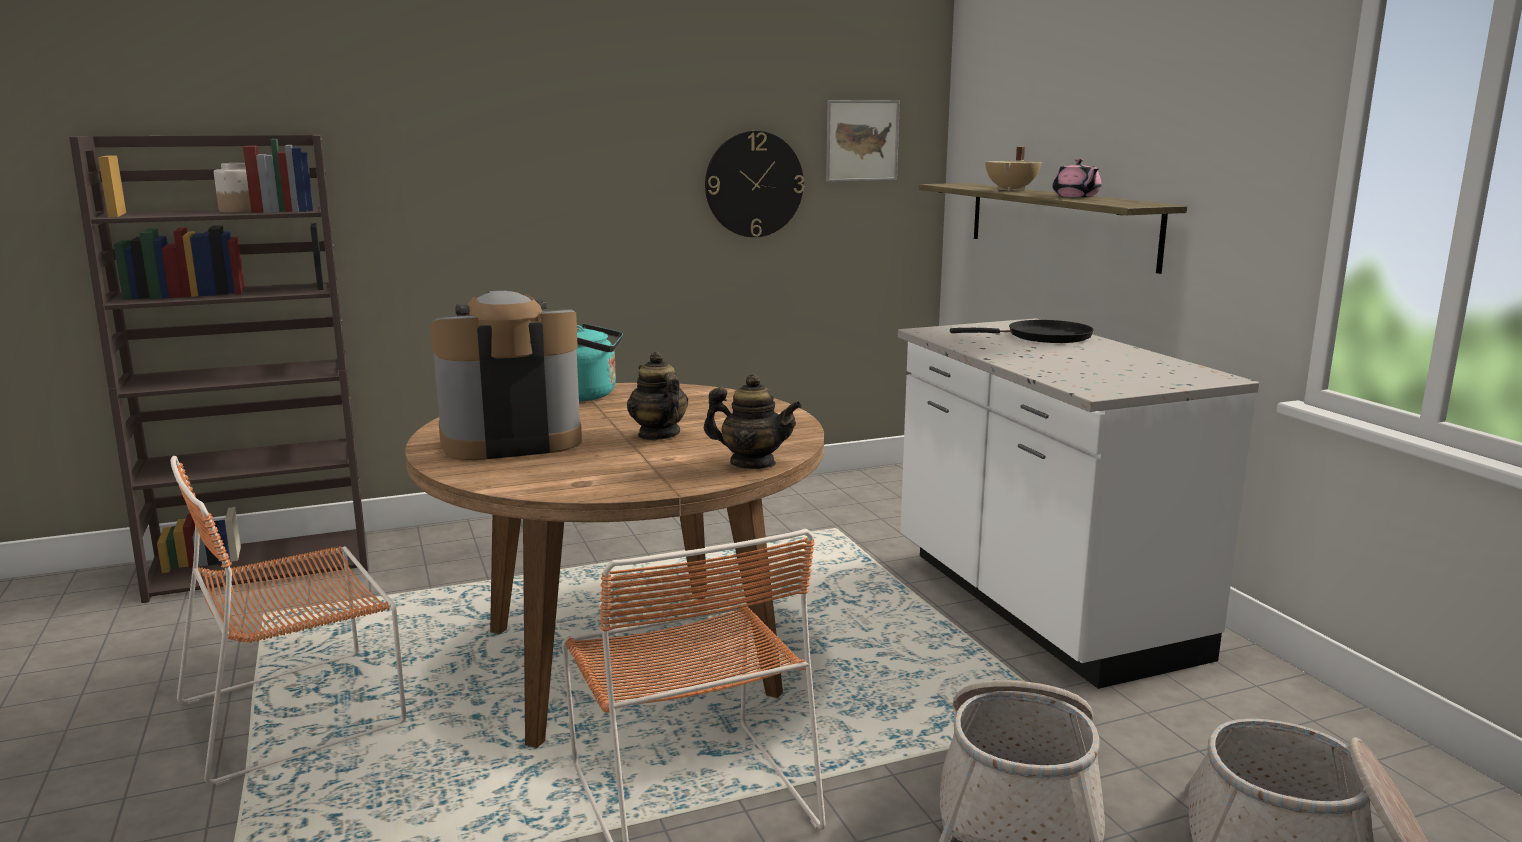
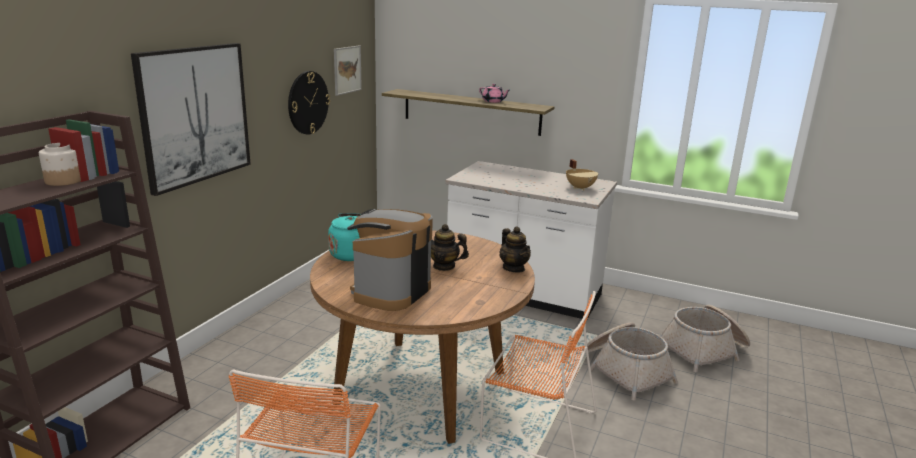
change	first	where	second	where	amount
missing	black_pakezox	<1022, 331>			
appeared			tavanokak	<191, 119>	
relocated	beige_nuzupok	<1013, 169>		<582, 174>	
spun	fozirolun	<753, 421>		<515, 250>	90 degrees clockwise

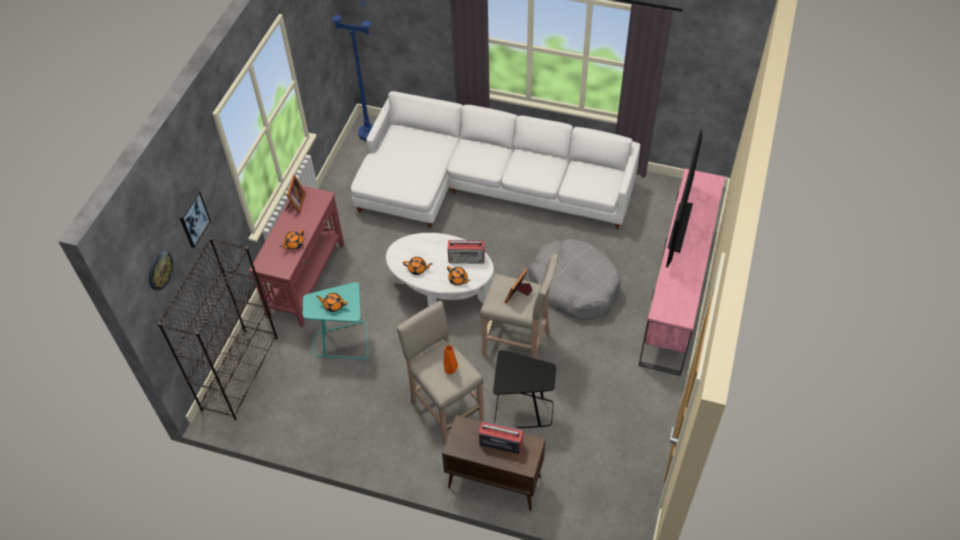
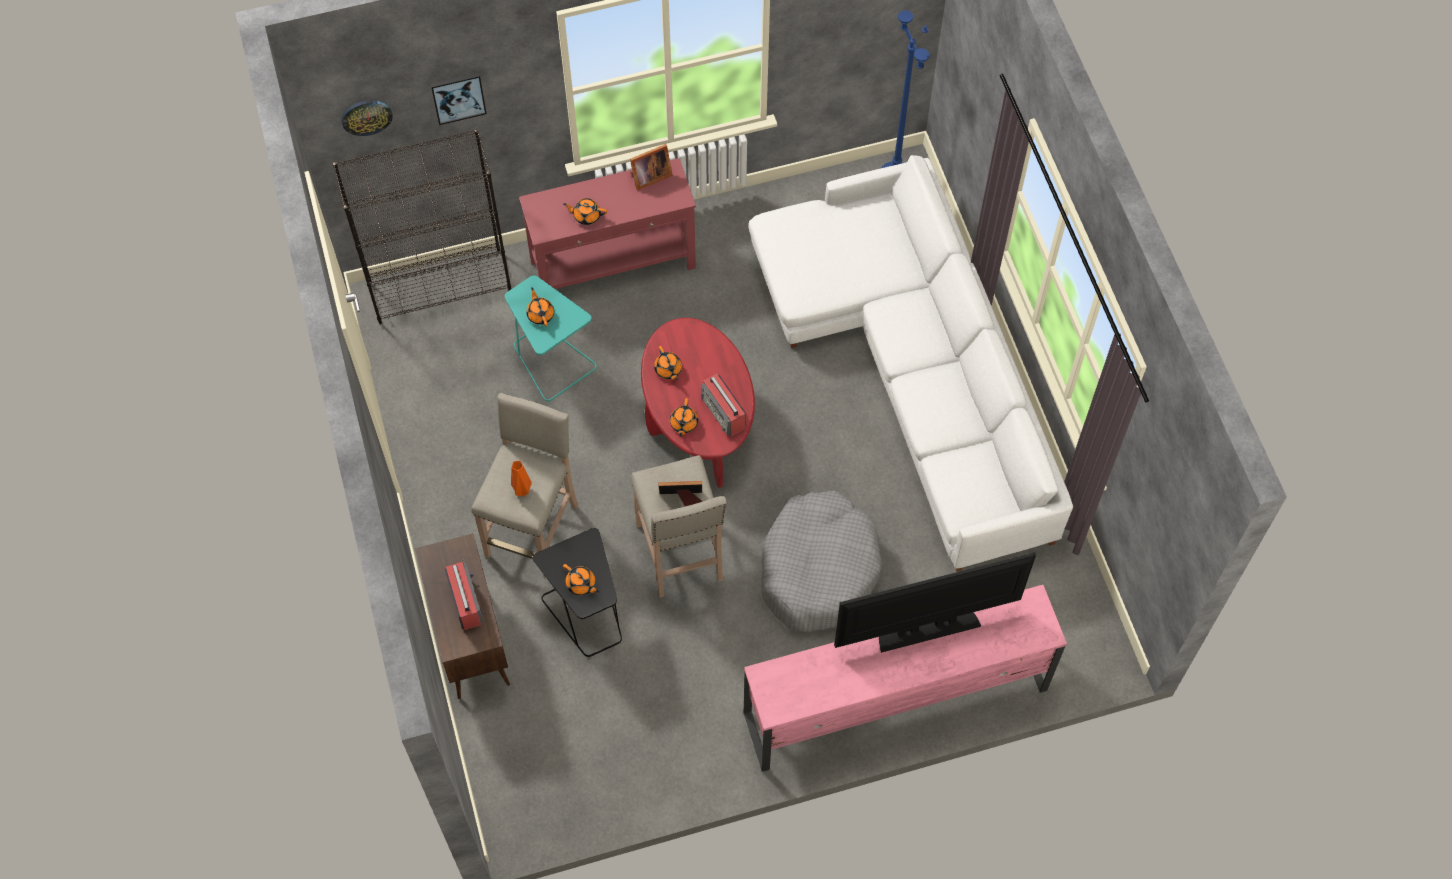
change	first	where	second	where	amount
appeared			orange_fozirolun	<581, 579>	
colour	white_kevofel	<440, 270>	red_kevofel	<698, 403>	

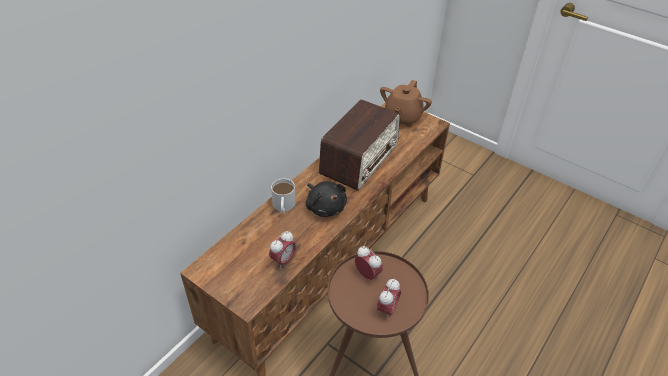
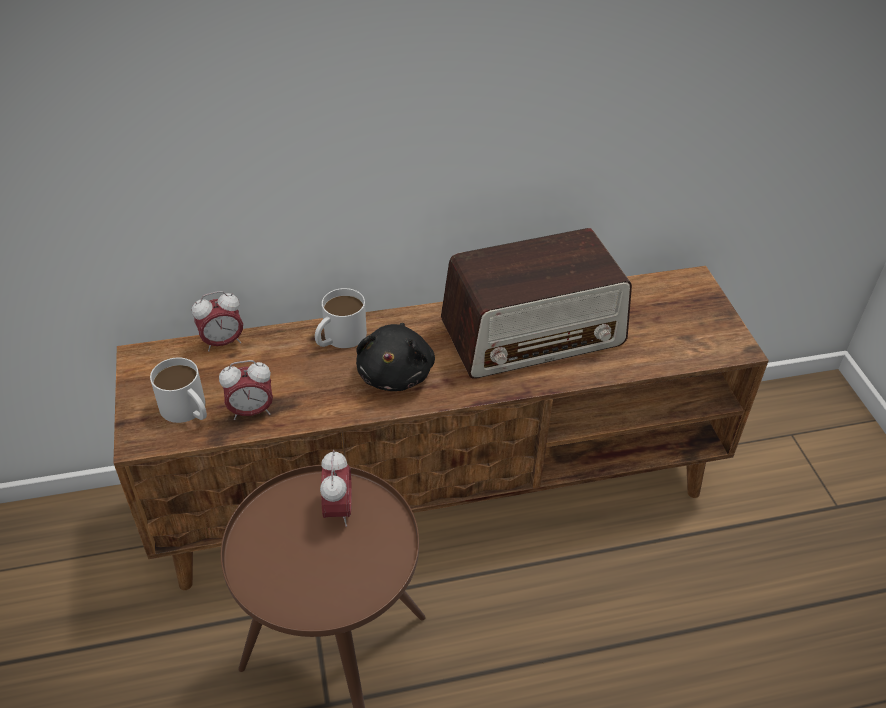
change	first	where	second	where	amount
missing	brown_fozirolun	<406, 103>			
appeared			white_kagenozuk	<178, 390>	
relocated	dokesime	<389, 299>		<217, 321>	

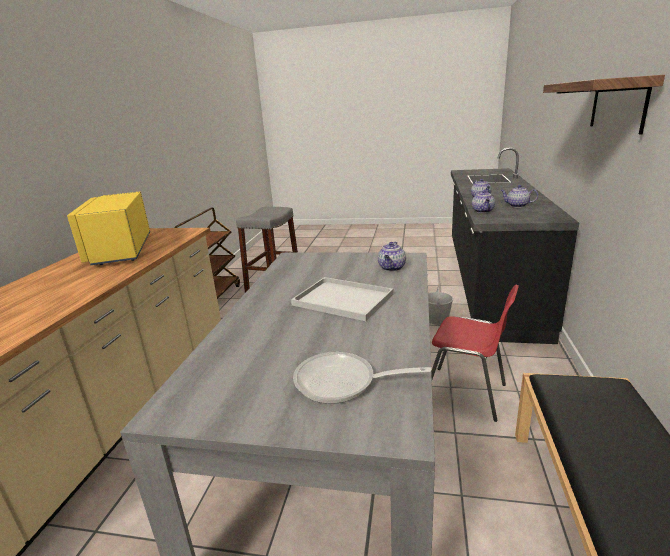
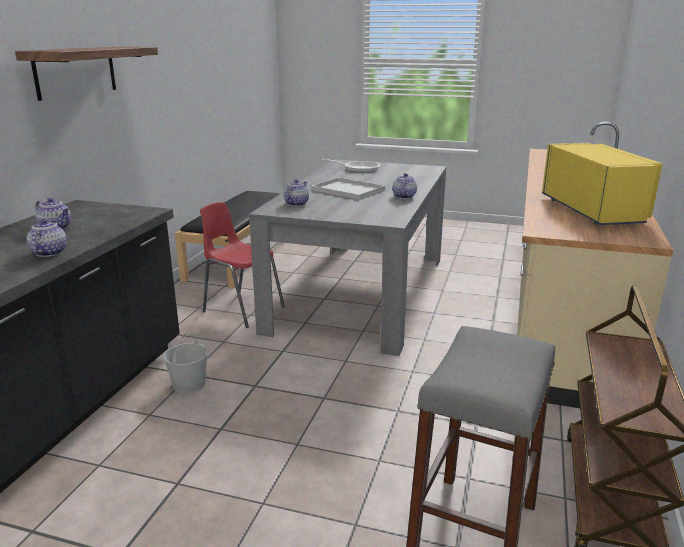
change	first	where	second	where	amount
relocated	fozirolun	<483, 201>		<404, 186>	

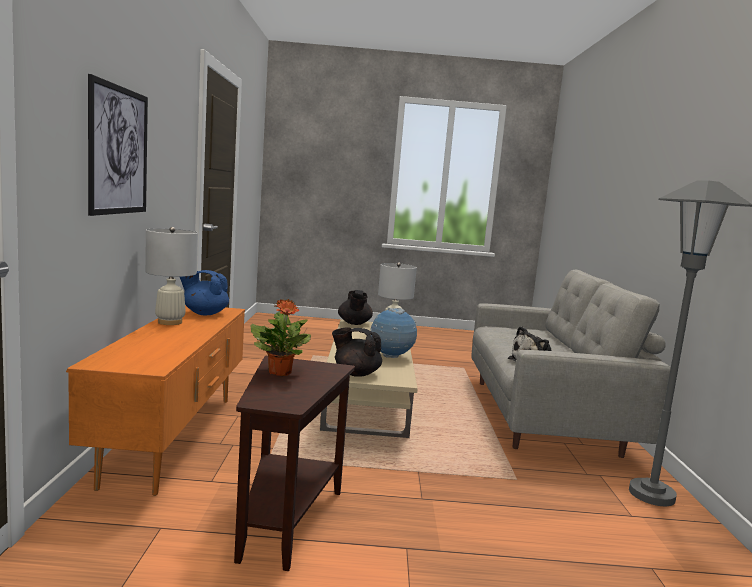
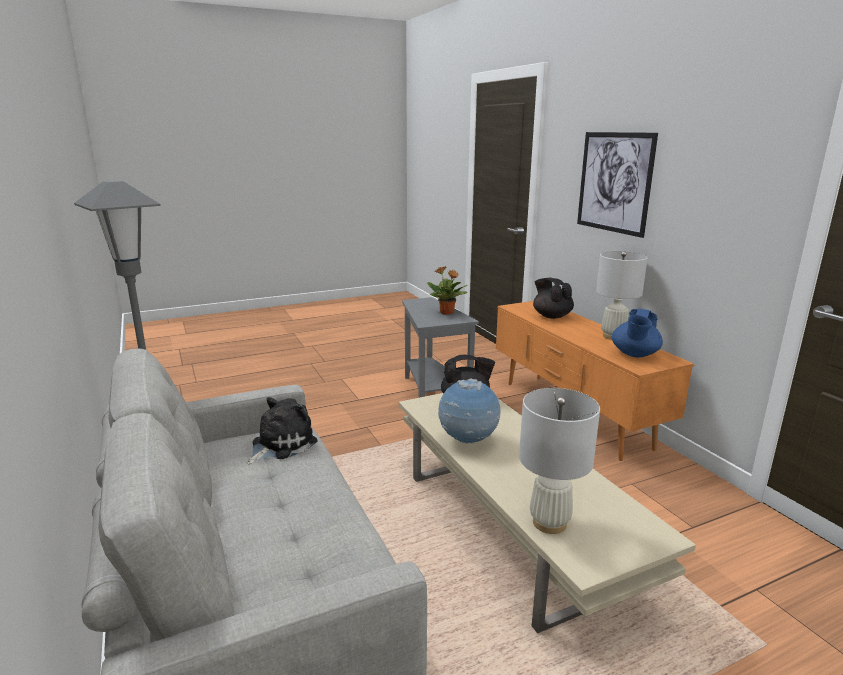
change	first	where	second	where	amount
relocated	black_fozirolun	<355, 307>		<553, 298>	
colour	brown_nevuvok	<294, 463>	grey_nevuvok	<440, 347>	
spun	blue_fozirolun	<204, 292>		<637, 333>	135 degrees clockwise

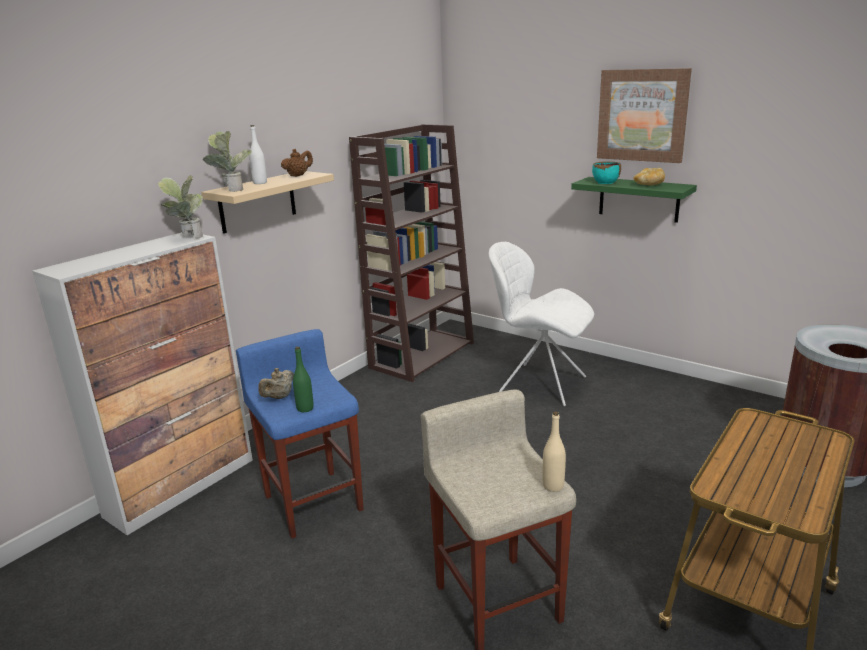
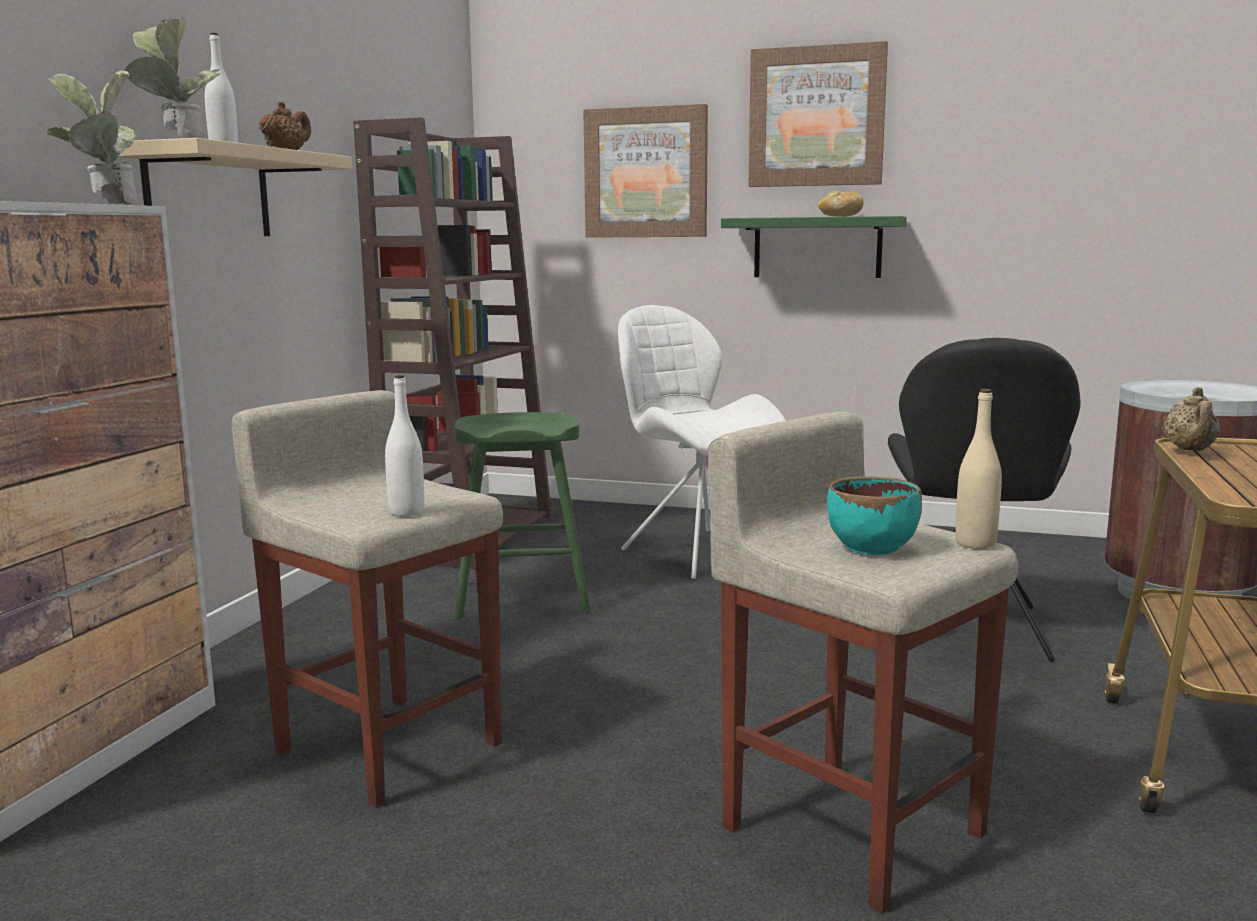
change	first	where	second	where	amount
appeared			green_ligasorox	<522, 515>	
appeared			tavanokak	<645, 171>	
appeared			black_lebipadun	<984, 499>	
relocated	beige_fozirolun	<276, 383>		<1192, 419>	
relocated	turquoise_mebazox	<606, 172>		<874, 515>	
colour	blue_ligasorox	<300, 433>	beige_ligasorox	<367, 599>	
colour	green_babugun	<303, 379>	white_babugun	<404, 446>	
spun	white_lebipadun	<541, 324>		<702, 442>	45 degrees clockwise

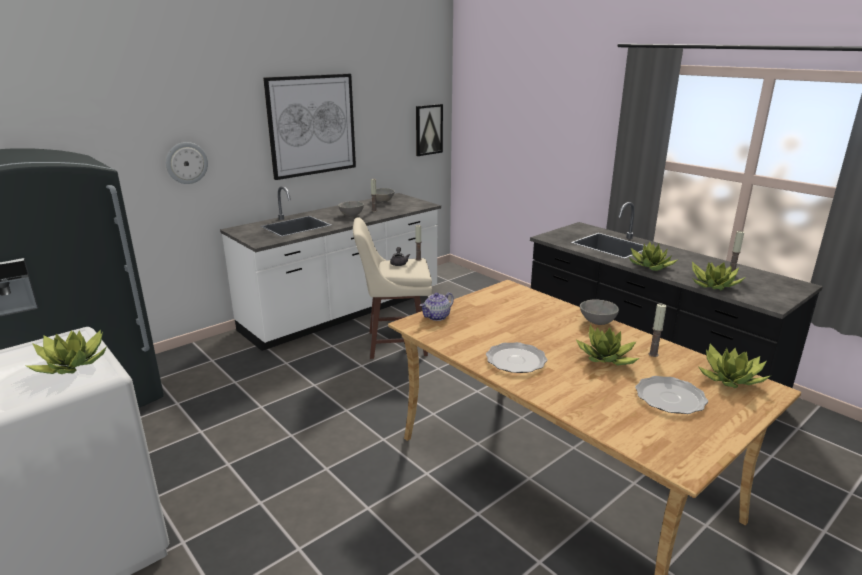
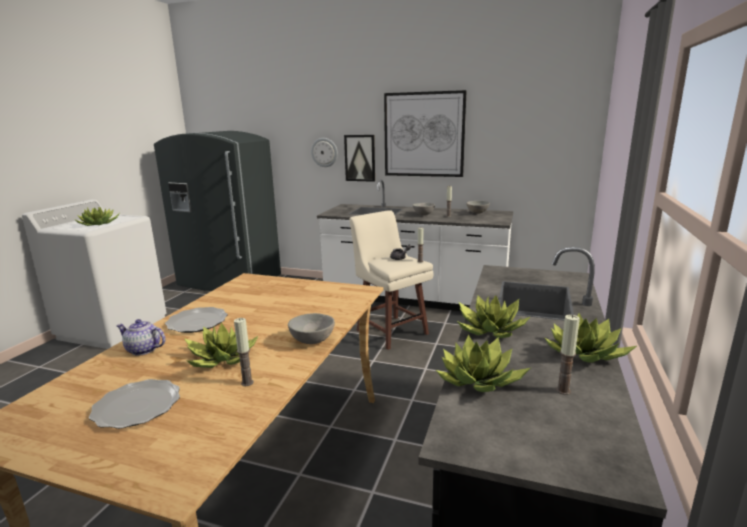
change	first	where	second	where	amount
relocated	tavanokak	<429, 130>		<359, 158>	
relocated	fozirolun	<437, 306>		<140, 337>	
relocated	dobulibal	<734, 366>		<591, 338>	

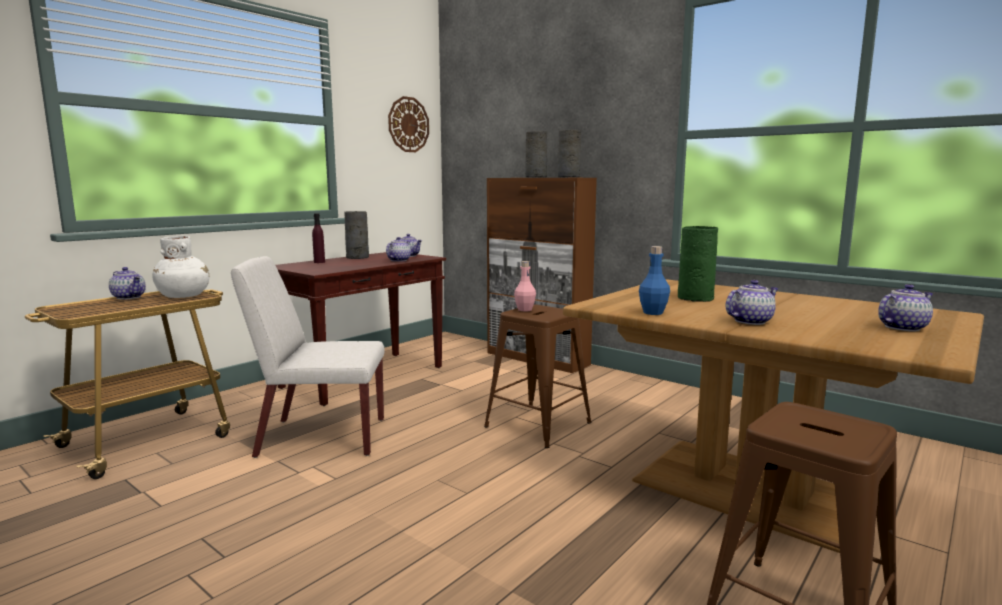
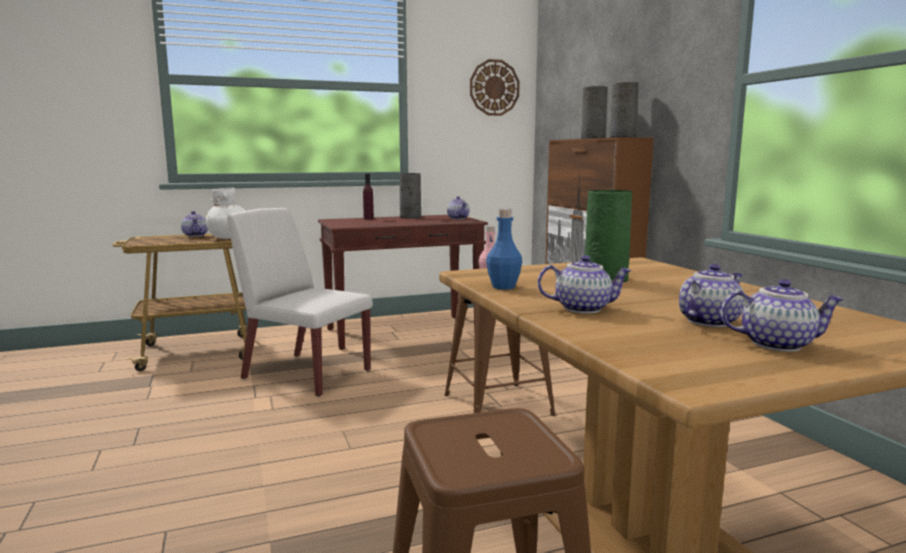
change	first	where	second	where	amount
relocated	fozirolun	<398, 249>		<711, 295>	

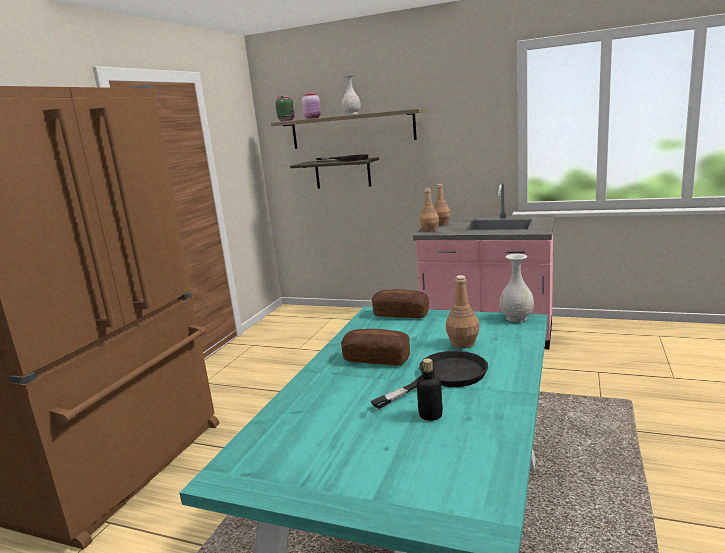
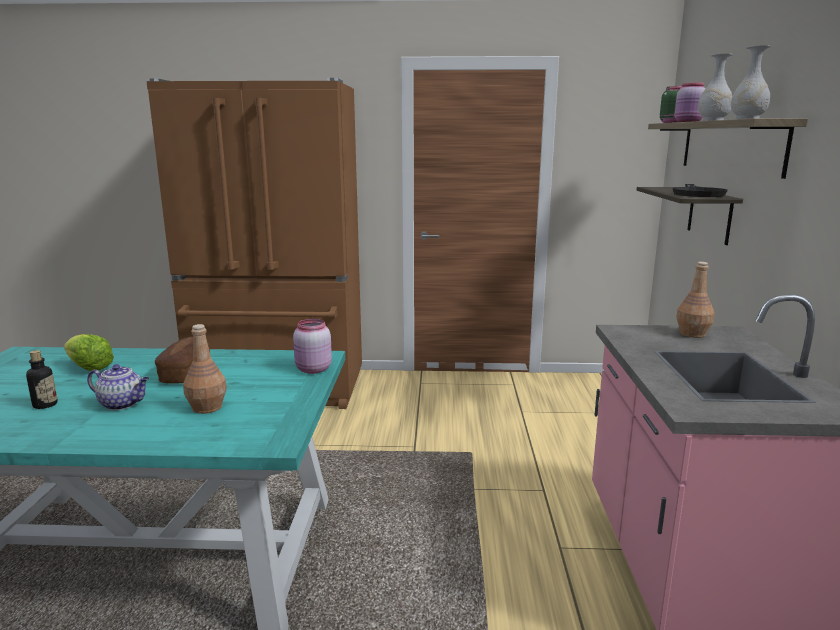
change	first	where	second	where	amount
missing	brown_babugun	<429, 210>			
appeared			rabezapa	<89, 352>	
relocated	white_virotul	<517, 288>		<751, 82>	
exchanged	black_pakezox	<429, 380>	fozirolun	<118, 387>	
exchanged	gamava	<400, 303>	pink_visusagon	<312, 346>	

